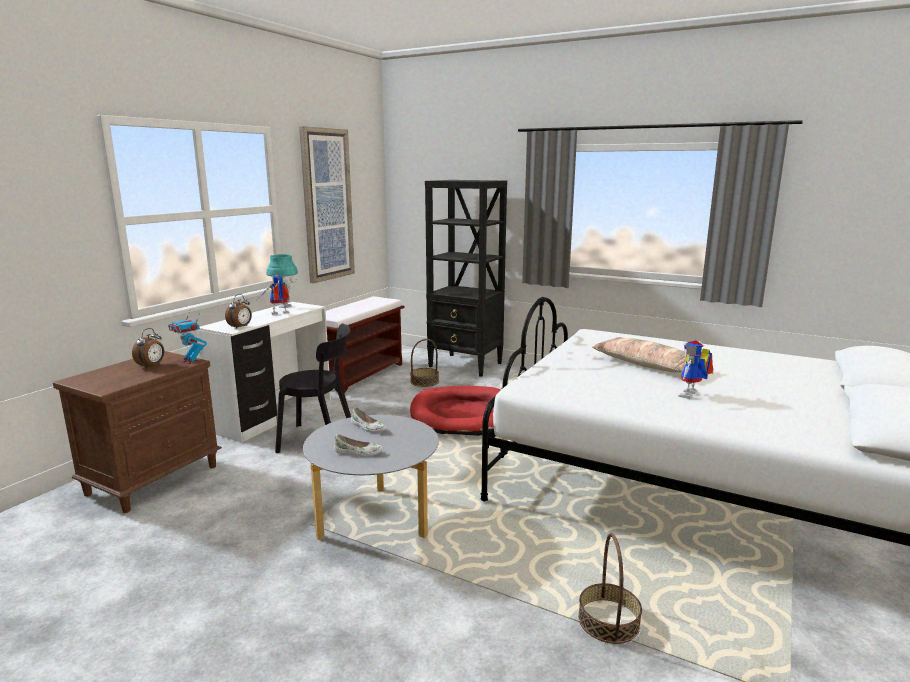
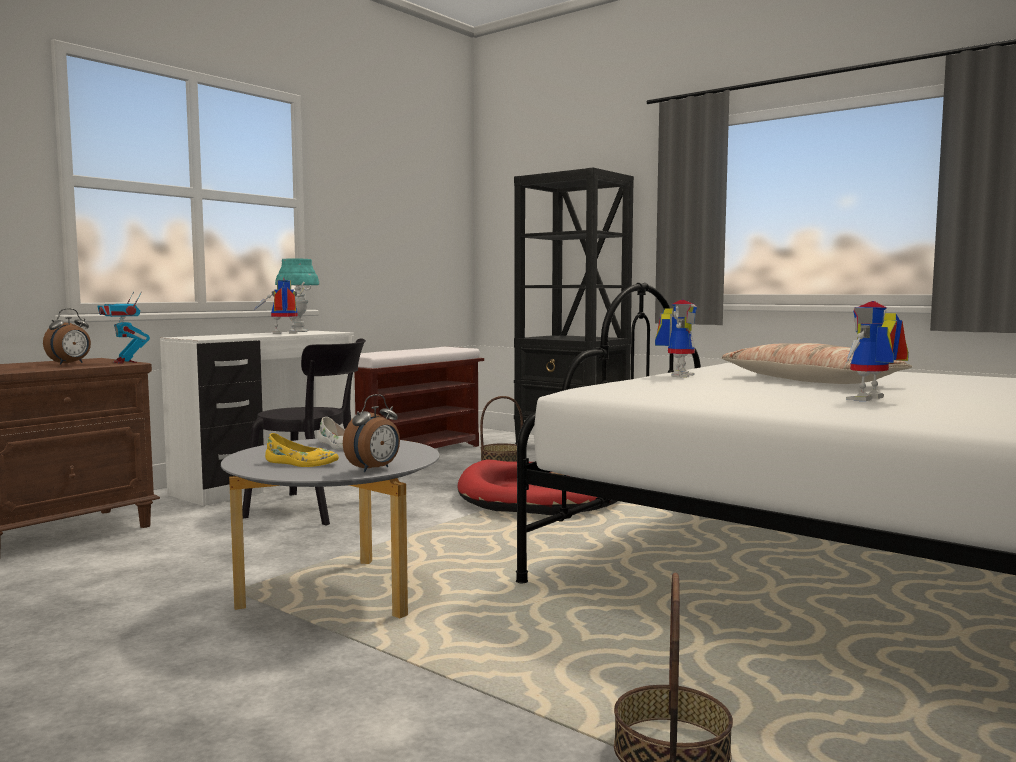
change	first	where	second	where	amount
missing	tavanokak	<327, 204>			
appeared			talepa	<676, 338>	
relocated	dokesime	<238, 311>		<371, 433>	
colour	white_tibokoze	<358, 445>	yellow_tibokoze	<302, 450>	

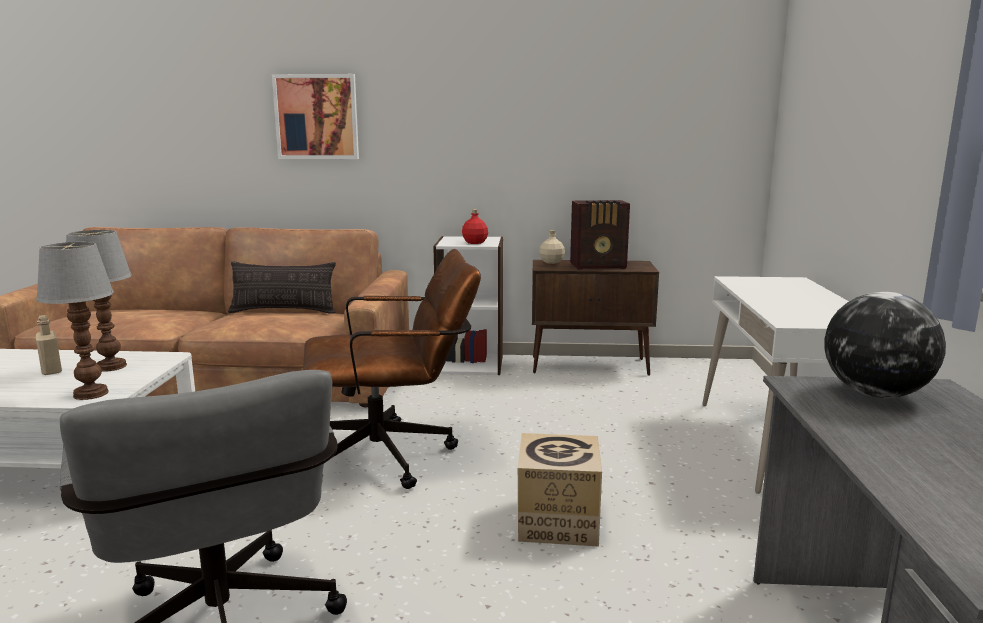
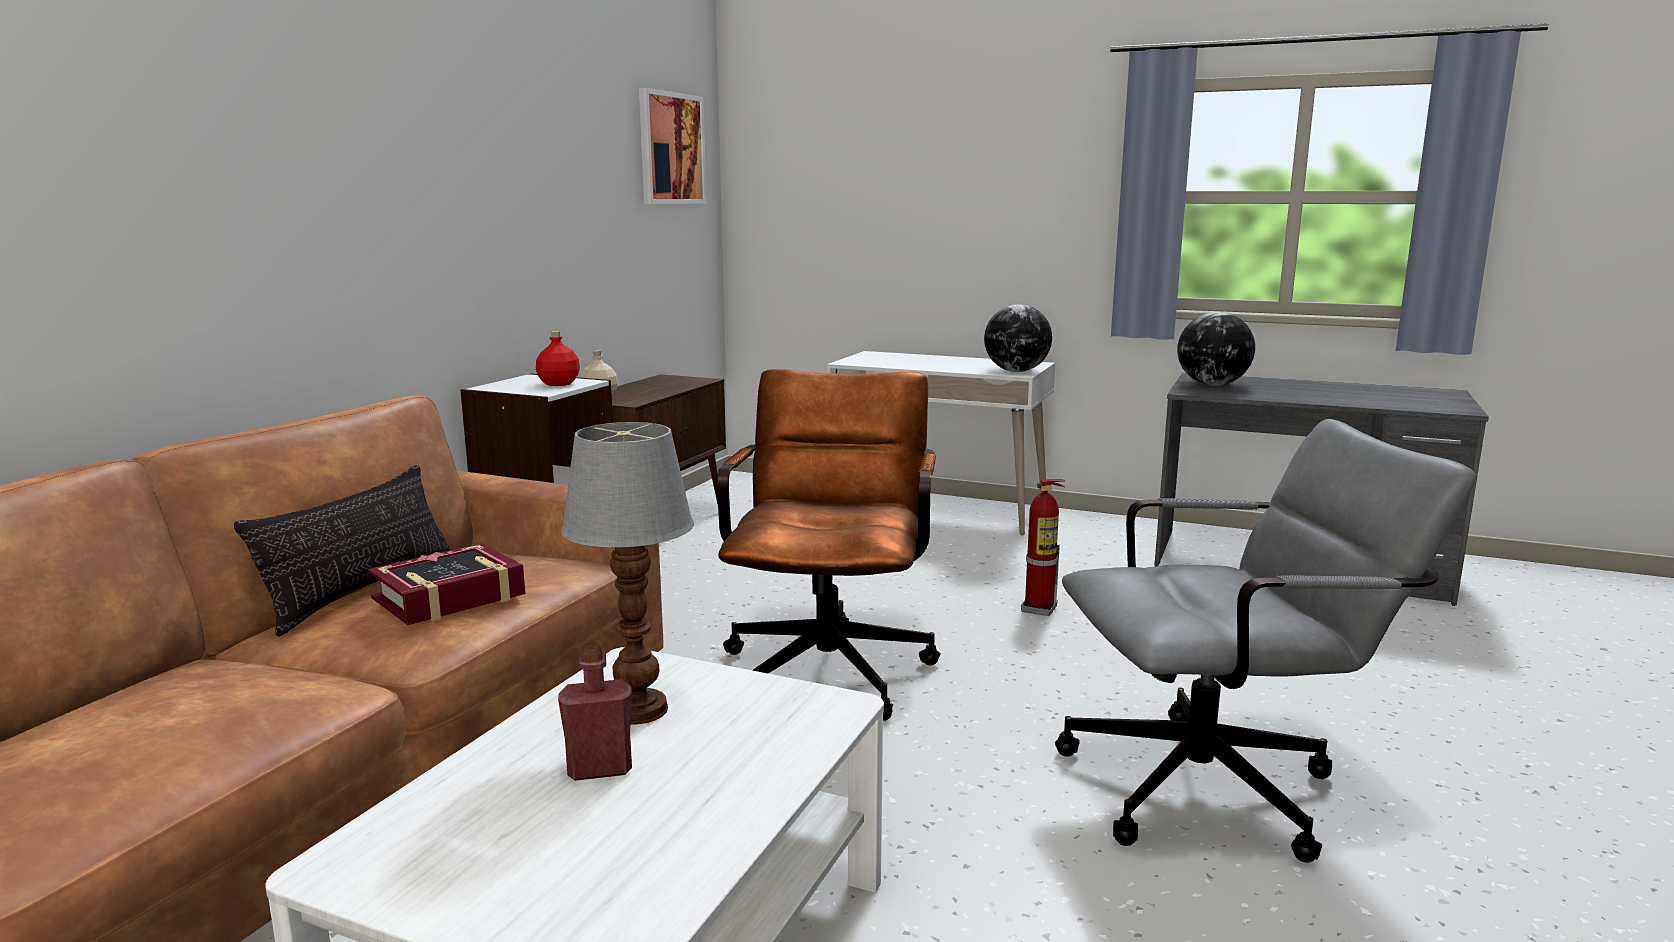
change	first	where	second	where	amount
missing	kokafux	<75, 321>			
missing	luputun	<600, 235>			
appeared			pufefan	<447, 584>	
appeared			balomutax	<1018, 338>	
relocated	tavanokak	<315, 116>		<673, 146>	
exchanged	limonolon	<560, 490>	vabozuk	<1043, 547>	
colour	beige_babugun	<49, 345>	red_babugun	<595, 712>	

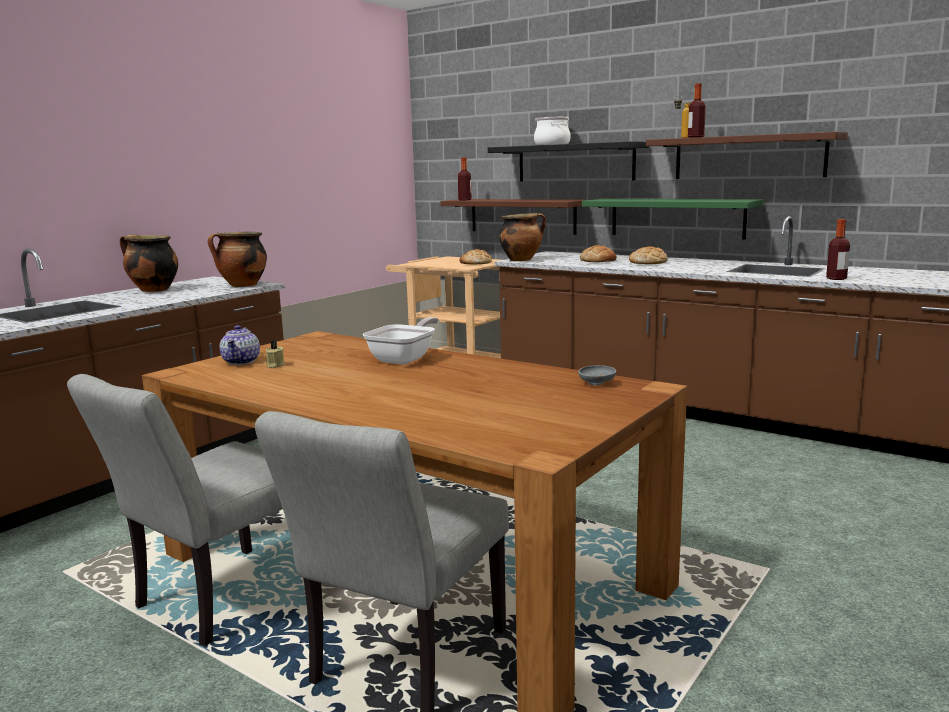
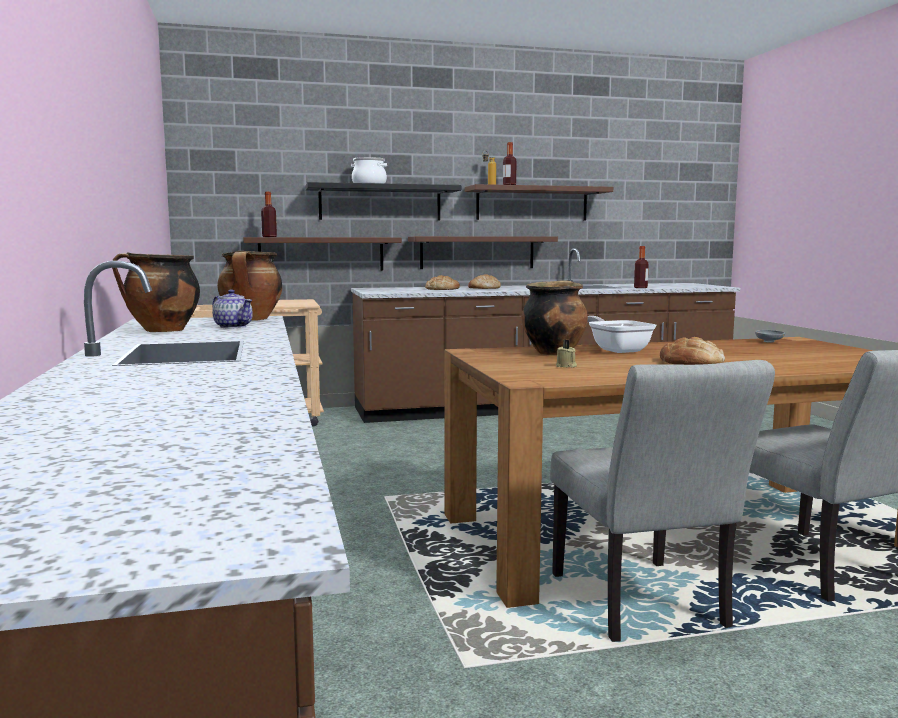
change	first	where	second	where	amount
relocated	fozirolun	<240, 345>		<232, 308>	
relocated	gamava	<475, 257>		<692, 351>	
relocated	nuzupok	<522, 237>		<555, 317>	
colour	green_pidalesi	<672, 219>	brown_pidalesi	<483, 252>	

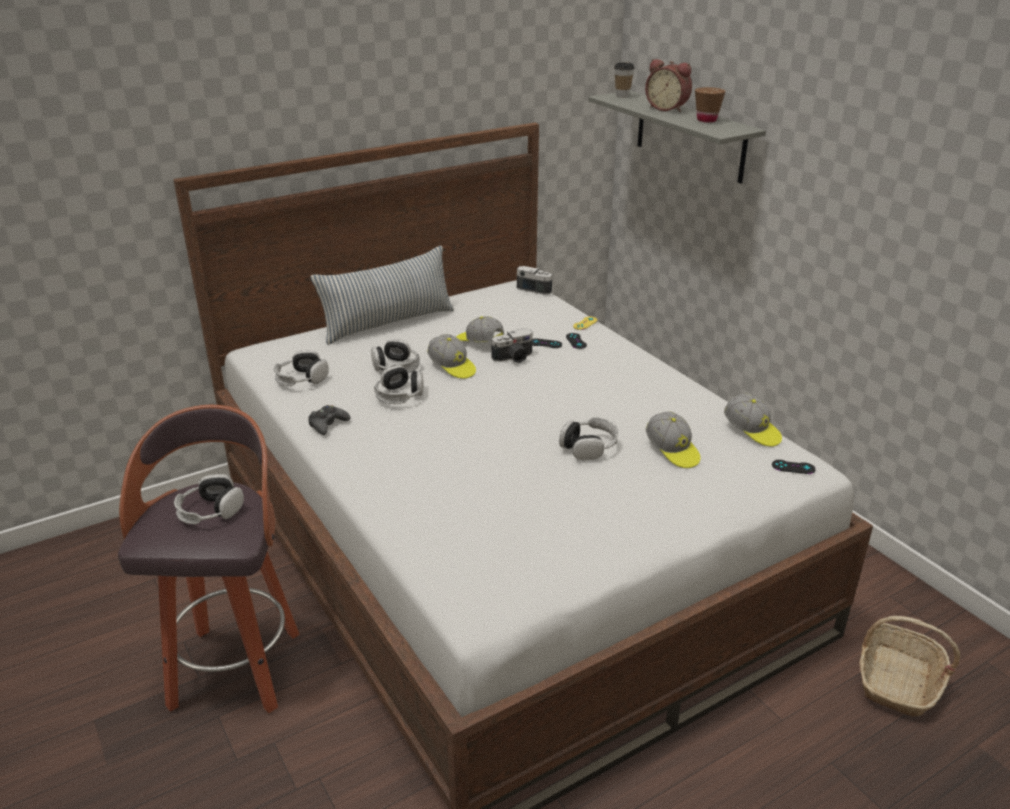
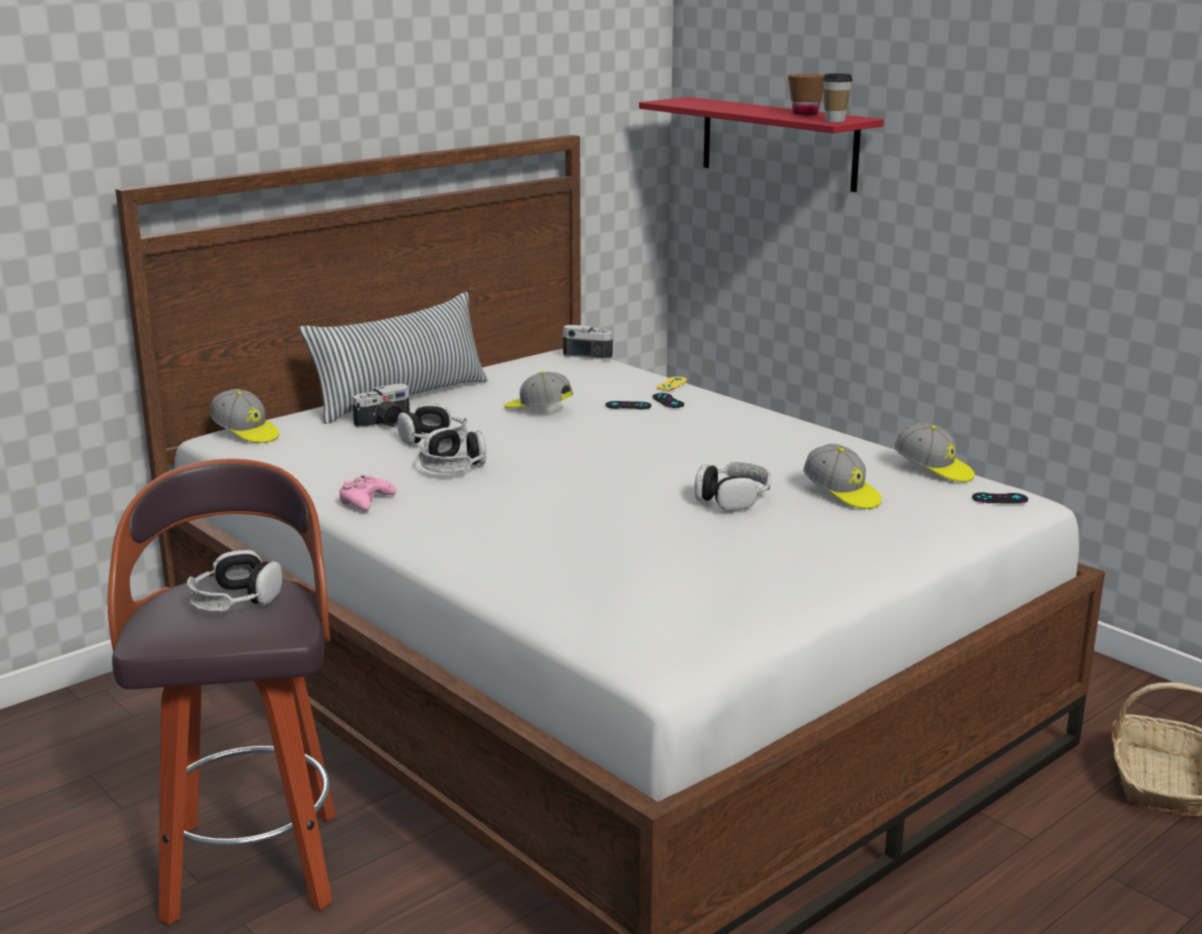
change	first	where	second	where	amount
missing	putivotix	<301, 368>			
missing	dokesime	<668, 85>			
relocated	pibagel	<451, 356>		<244, 416>	
relocated	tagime	<512, 345>		<381, 405>	
relocated	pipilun	<624, 80>		<837, 97>	
colour	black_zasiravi	<329, 420>	pink_zasiravi	<367, 493>	
colour	grey_pidalesi	<677, 136>	red_pidalesi	<761, 144>	

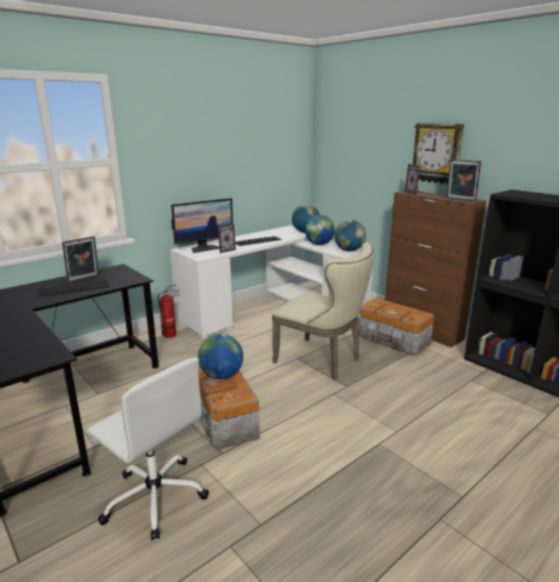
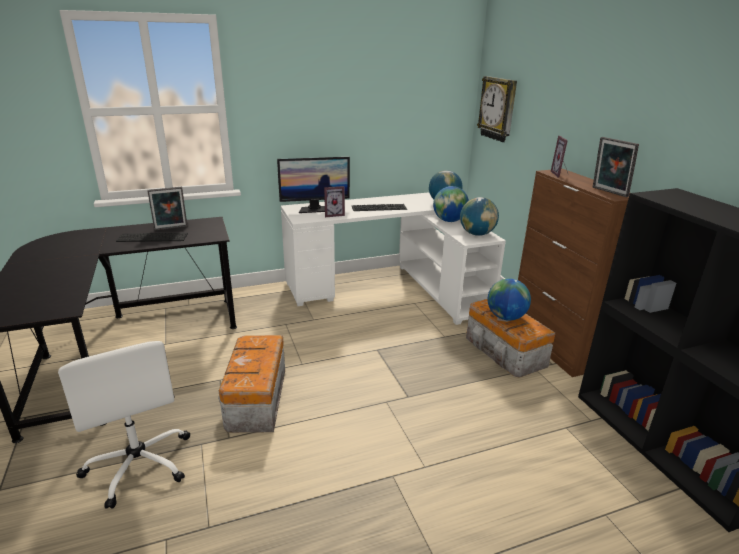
change	first	where	second	where	amount
missing	vabozuk	<168, 311>			
missing	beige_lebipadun	<323, 311>			
relocated	balomutax	<220, 356>		<509, 299>	
relocated	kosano	<438, 154>		<497, 109>	

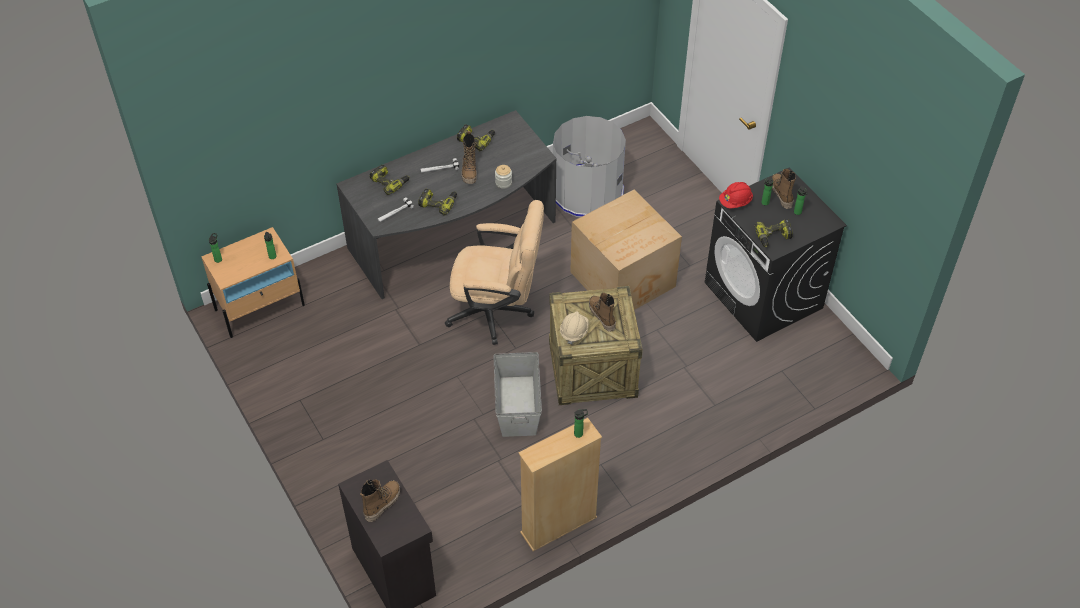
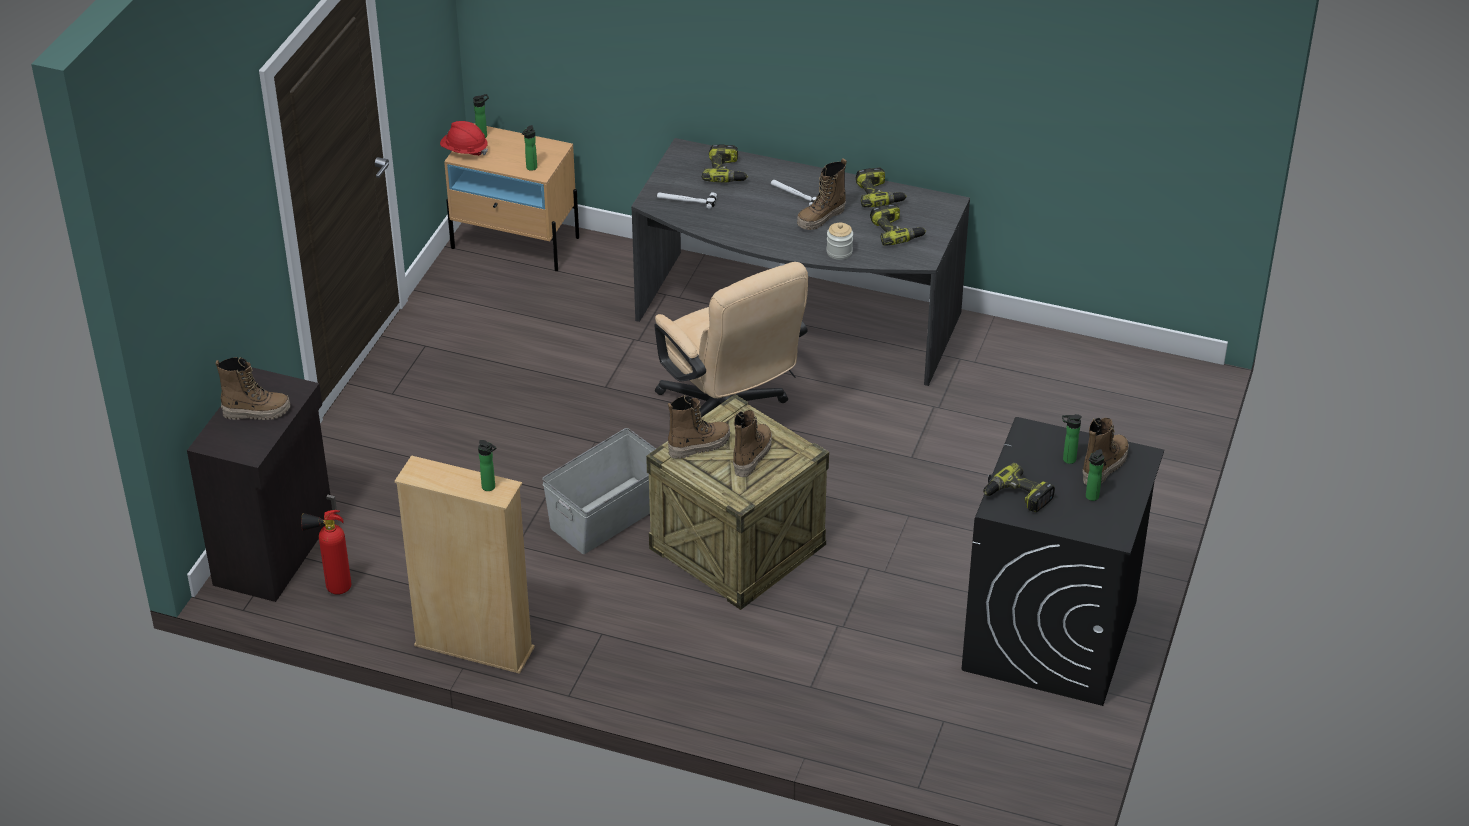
change	first	where	second	where	amount
missing	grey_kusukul	<589, 166>			
missing	limonolon	<626, 250>			
appeared			vabozuk	<326, 552>	
relocated	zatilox	<437, 202>		<898, 225>	
relocated	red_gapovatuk	<736, 195>		<464, 138>	
exchanged	beige_gapovatuk	<574, 328>	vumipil	<699, 427>	

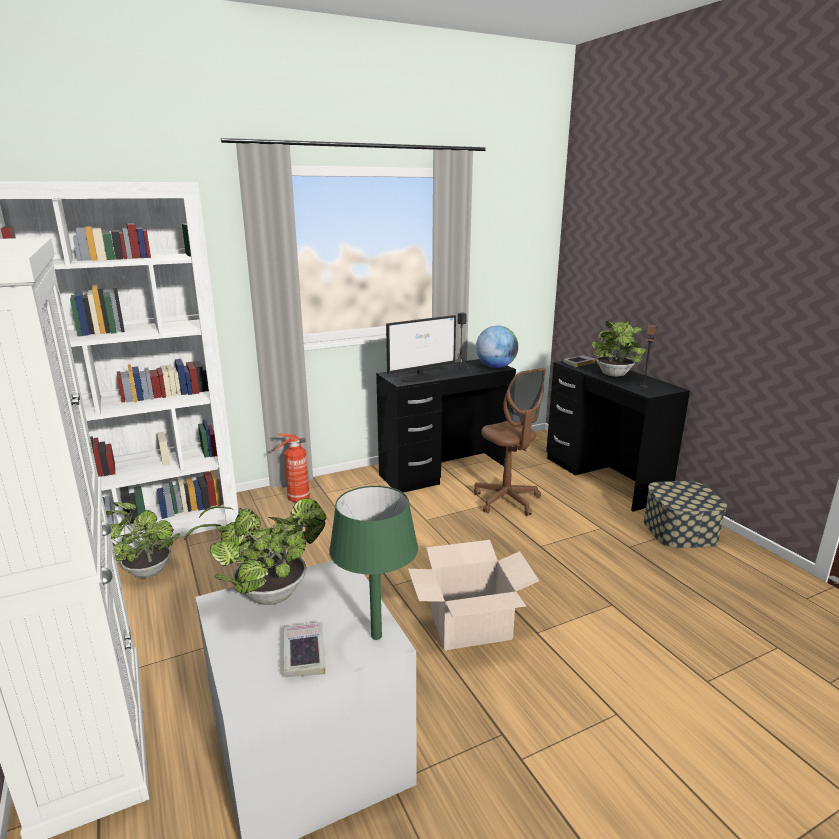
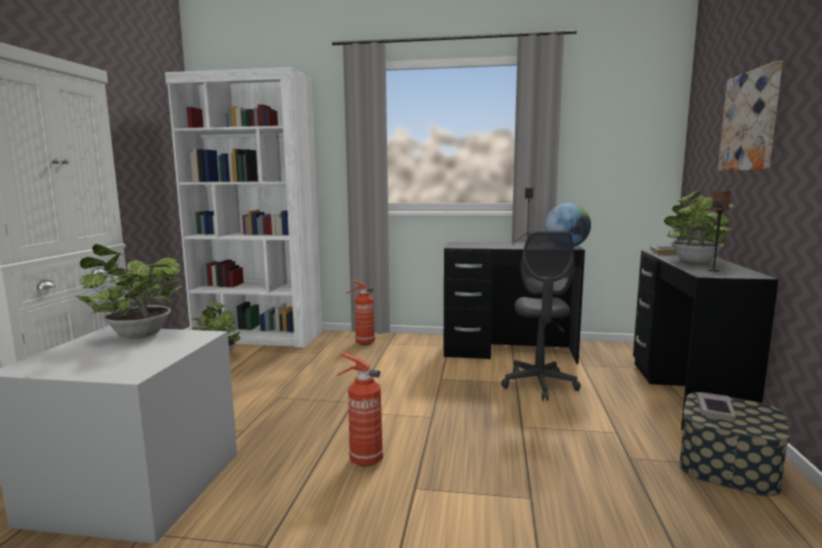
change	first	where	second	where	amount
missing	green_kokafux	<373, 563>			
missing	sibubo	<421, 348>			
appeared			tavanokak	<750, 116>	
relocated	pufefan	<304, 649>		<716, 407>	
exchanged	limonolon	<473, 595>	vabozuk	<360, 410>	
colour	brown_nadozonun	<510, 442>	grey_nadozonun	<541, 316>	

